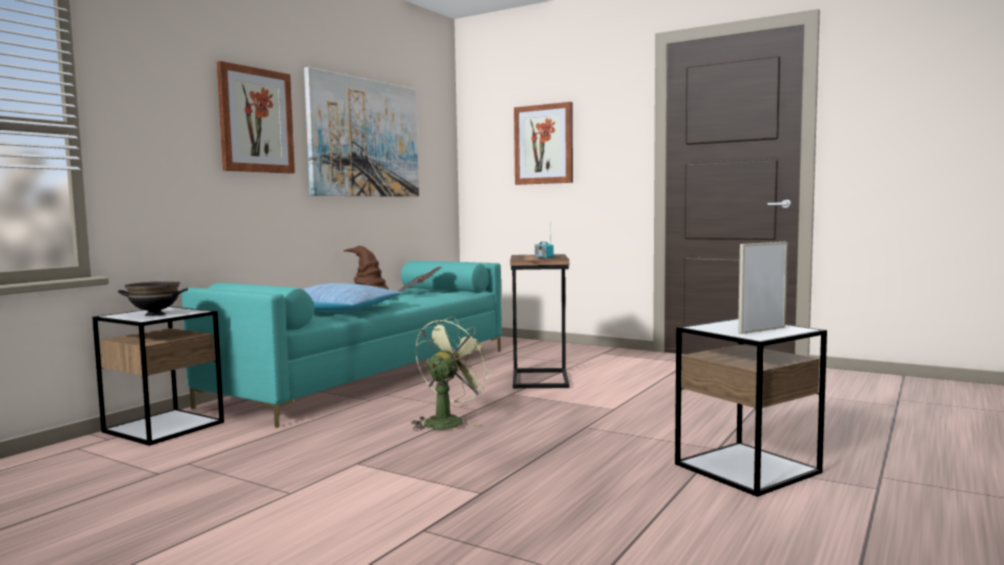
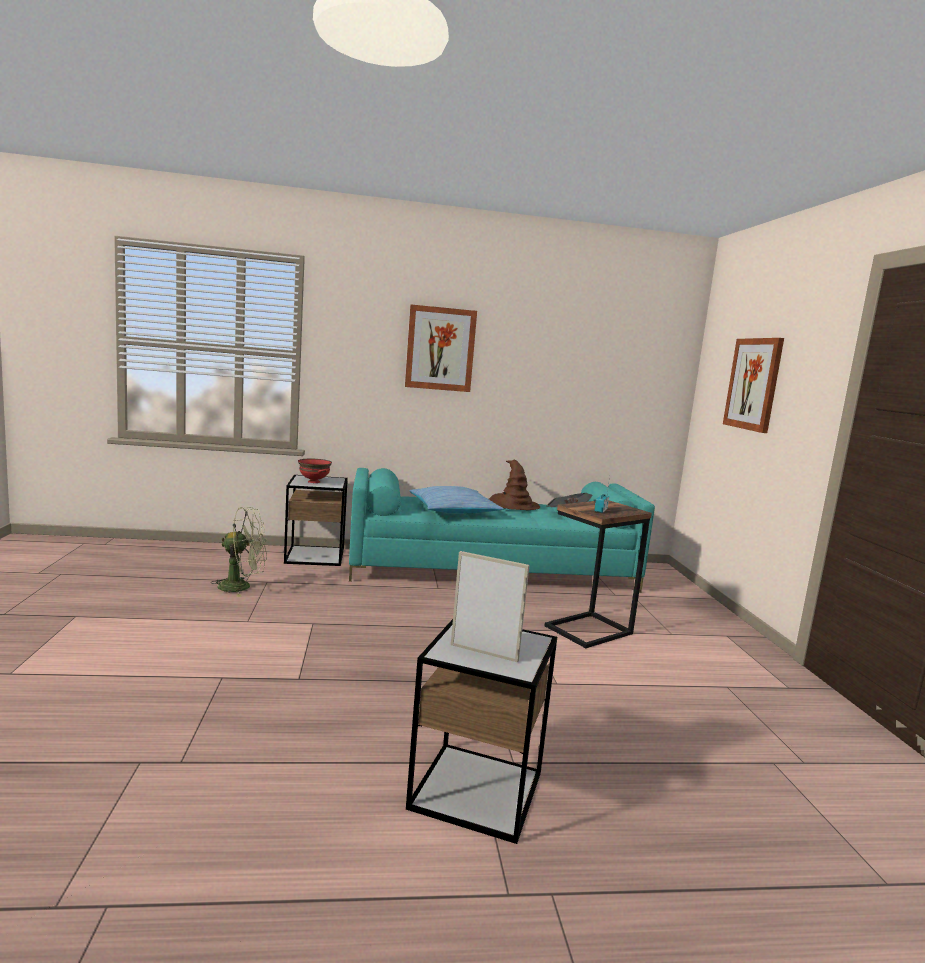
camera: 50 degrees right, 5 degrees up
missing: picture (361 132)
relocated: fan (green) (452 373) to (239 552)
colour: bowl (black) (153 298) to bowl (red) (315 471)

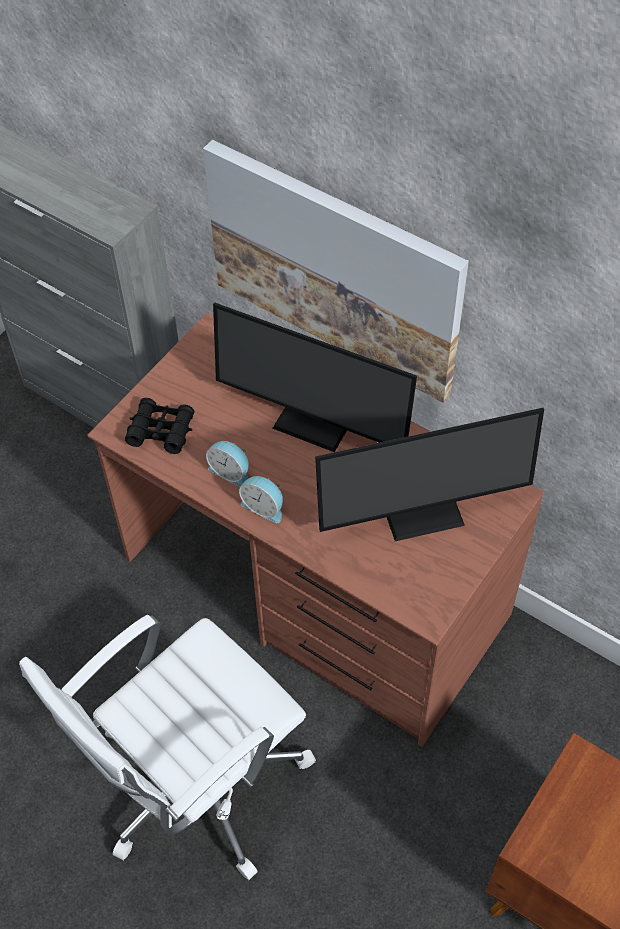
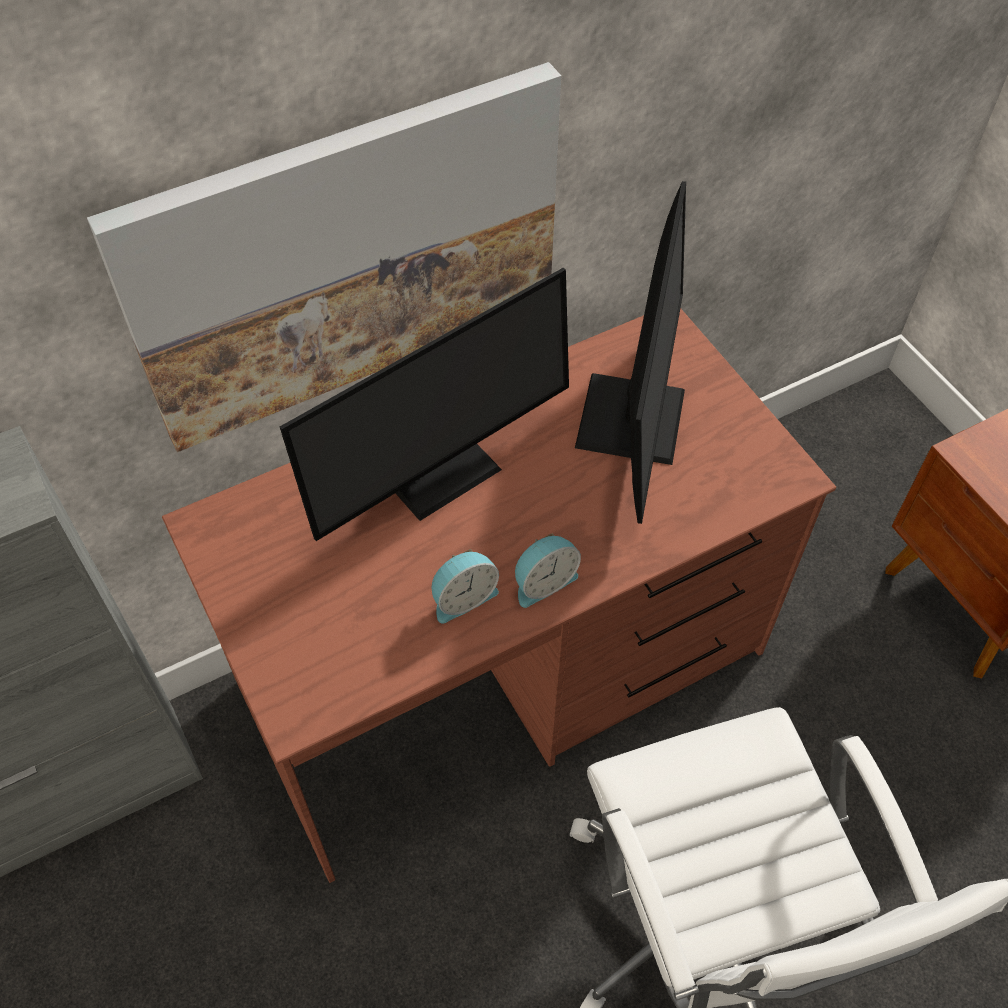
camera: 65 degrees left, 0 degrees up
missing: binoculars (black) (159 426)

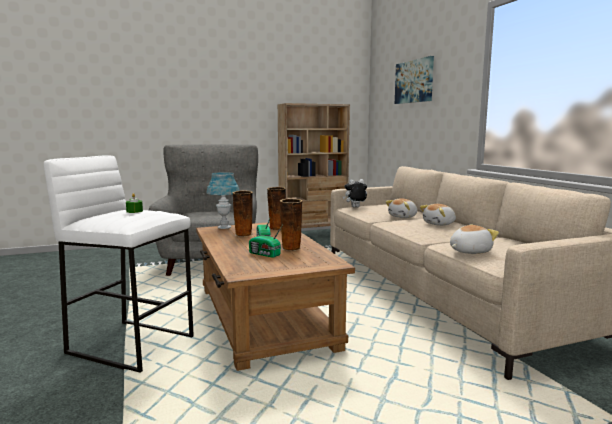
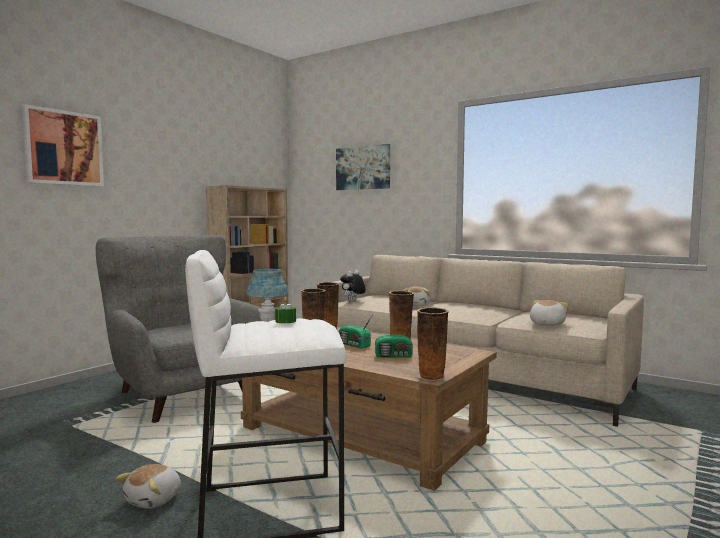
camera: 35 degrees left, 5 degrees down
appeared: picture (63 145); vase (433 344)
relocated: plush toy (438 215) to (148 486)

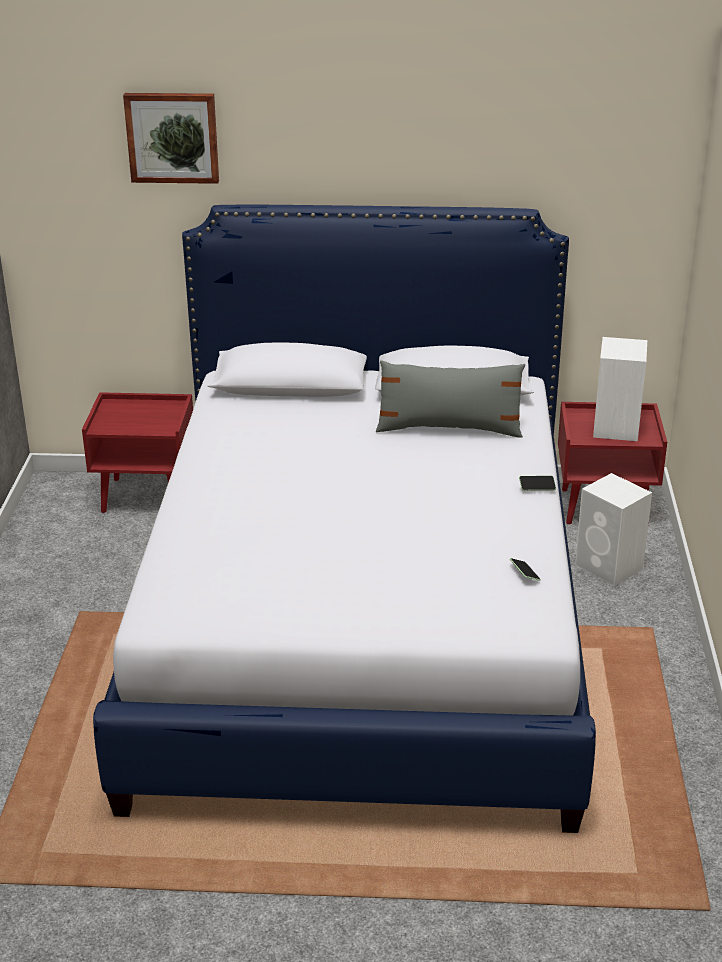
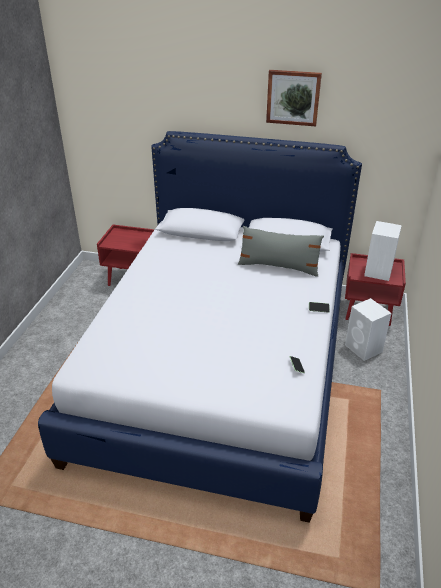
camera: 10 degrees right, 5 degrees up
relocated: picture (171 138) to (294 98)

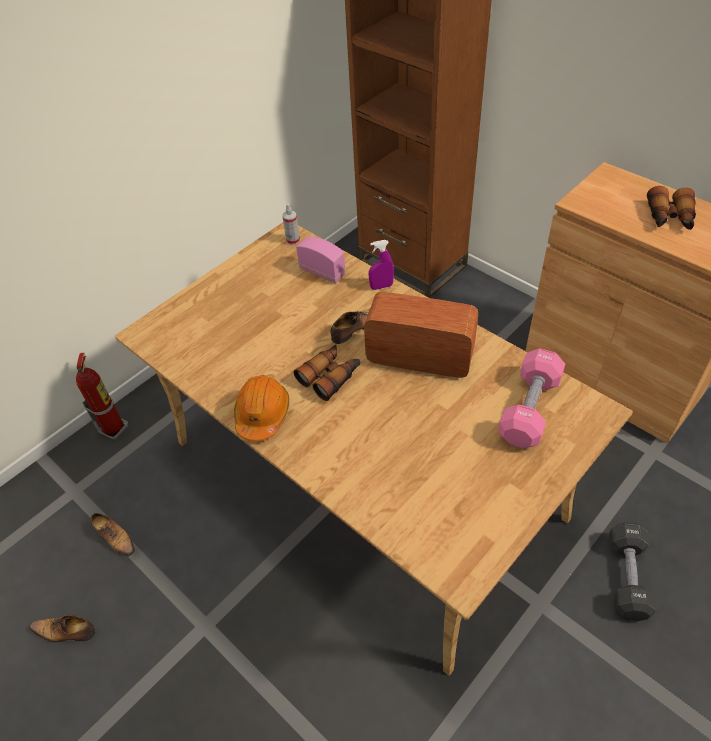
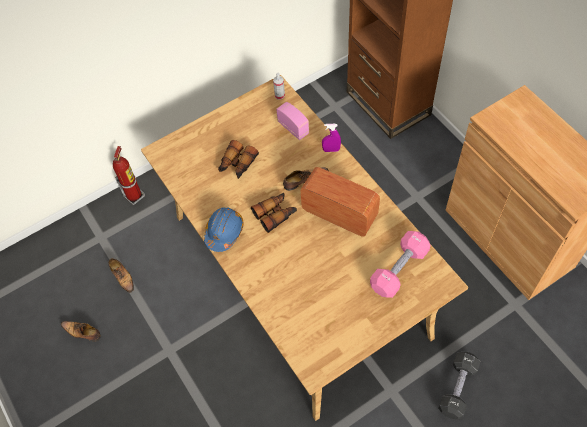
camera: 15 degrees right, 10 degrees up
relocated: binoculars (671 208) to (238 159)
colour: hard hat (orange) (261 408) to hard hat (blue) (224 229)

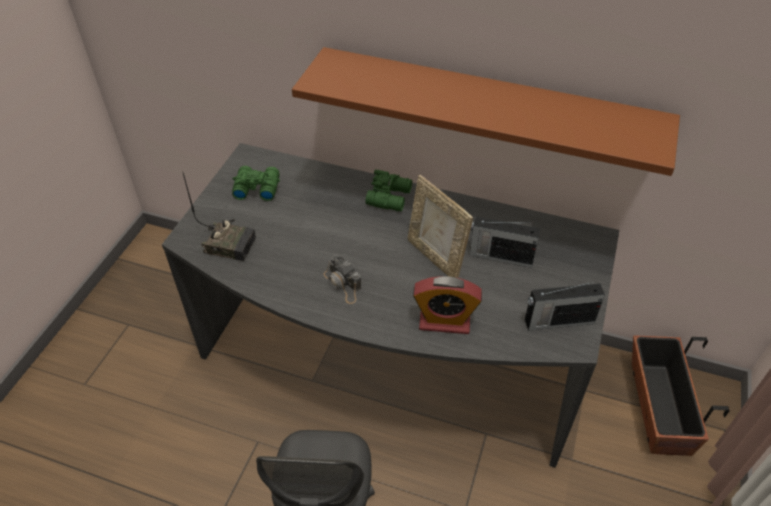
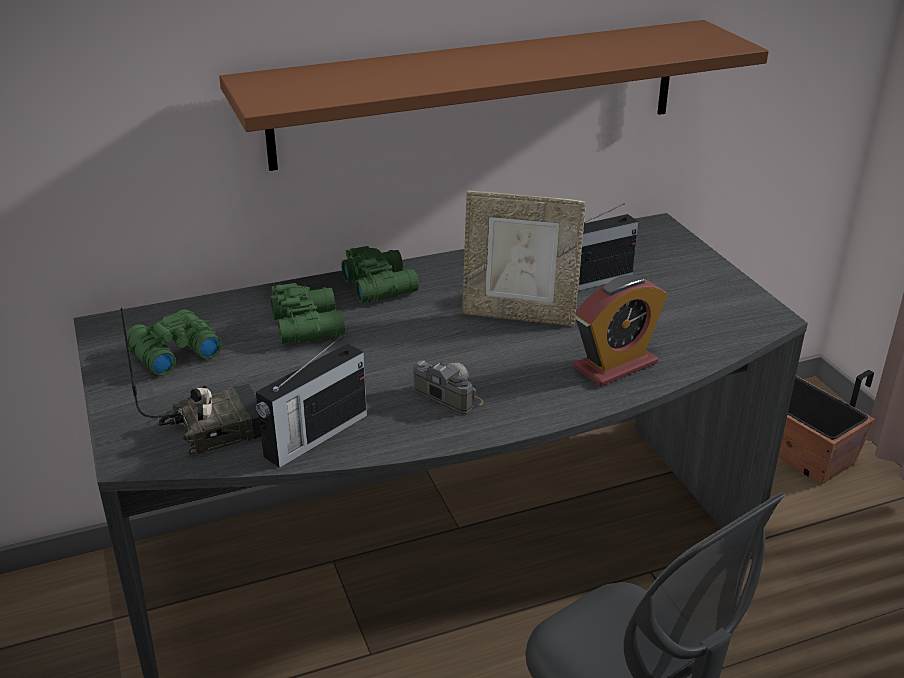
camera: 40 degrees left, 15 degrees down
appeared: binoculars (green) (307 313)
relocated: radio (565 306) to (311 401)
spun: photo camera (343 279) = (448 387) 150 degrees counterclockwise

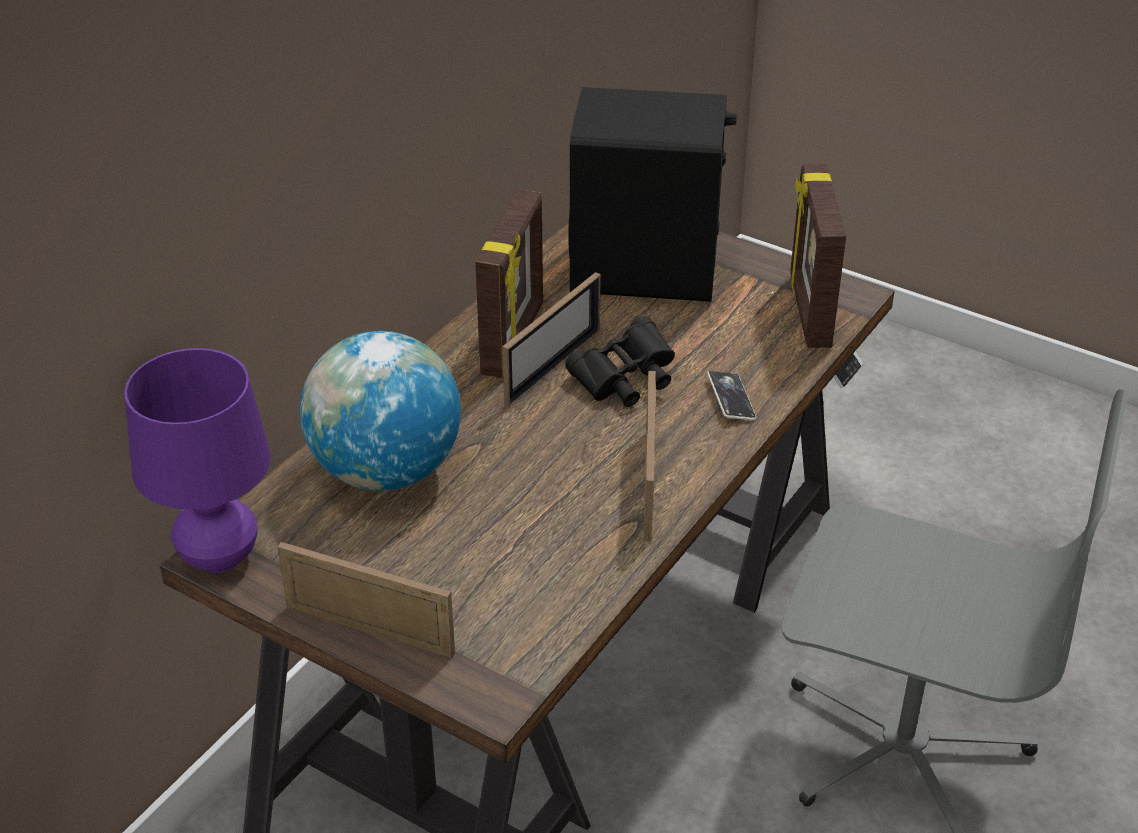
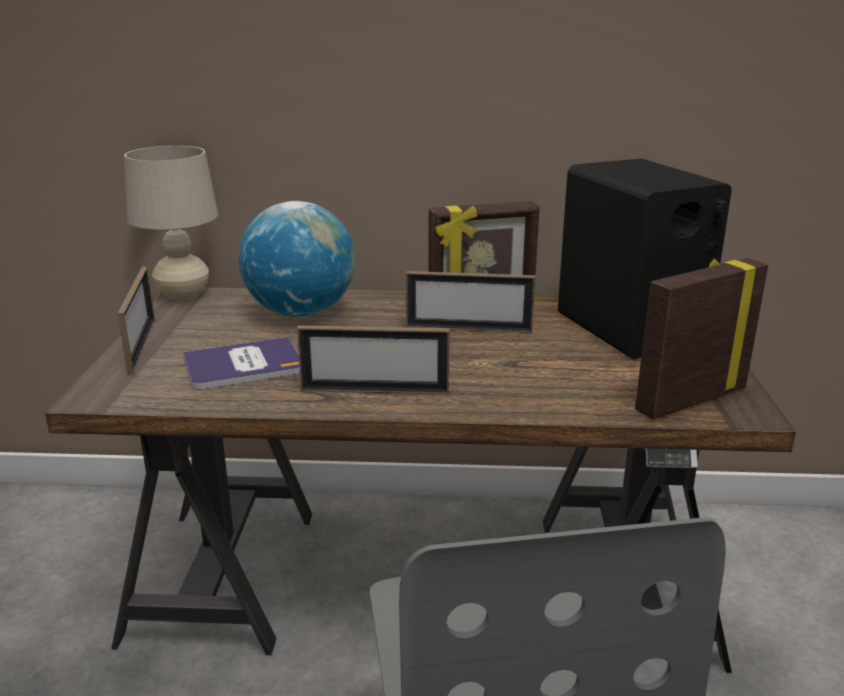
camera: 60 degrees right, 15 degrees down
missing: binoculars (black) (620 361); phone (731 395)
appeared: book (241 363)
colour: table lamp (purple) (197 460) to table lamp (beige) (171 223)
spun: picture frame (650 456) = (373 360) 150 degrees counterclockwise

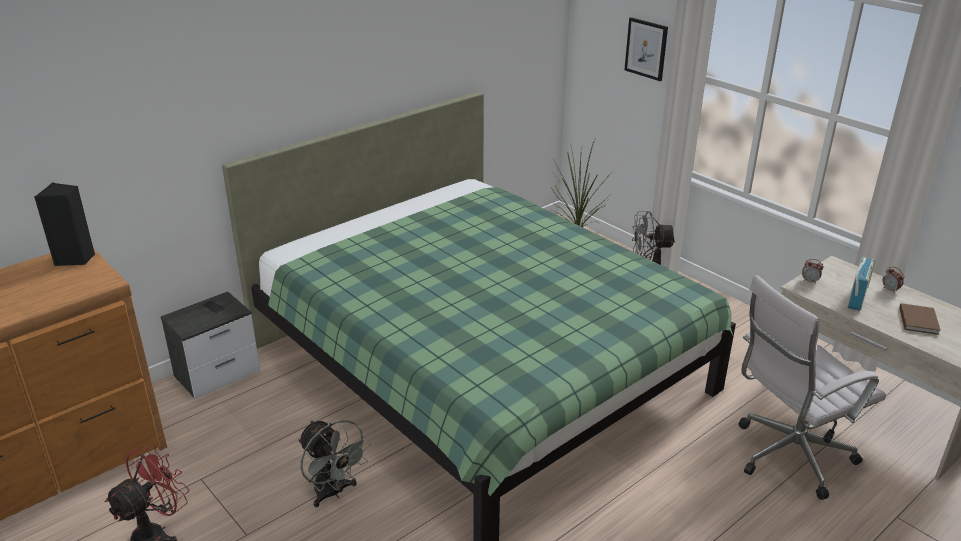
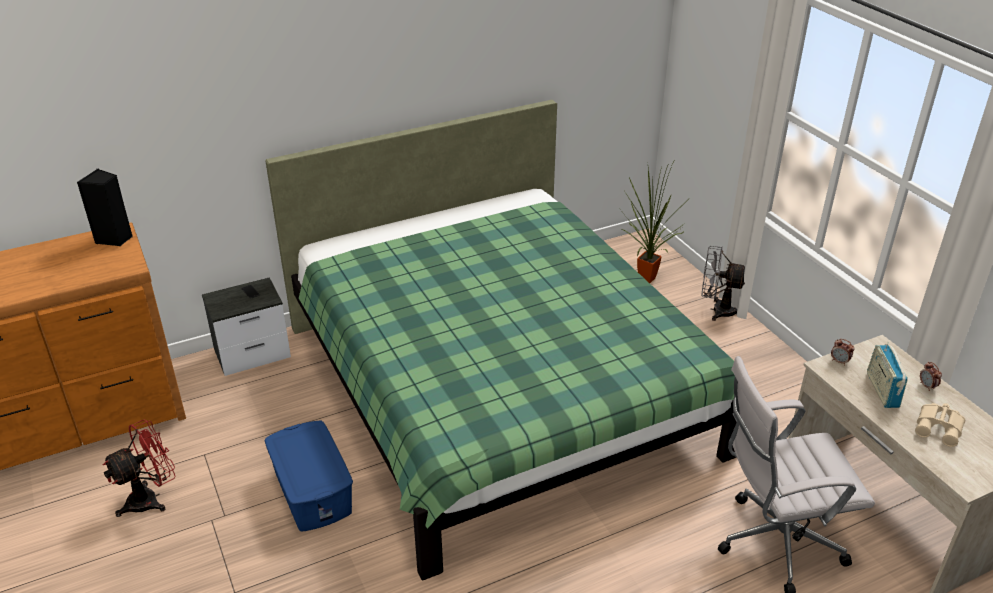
camera: 15 degrees right, 5 degrees up
missing: picture (646 49)
exchanged: fan (grey) (334 463) to storage box (blue) (309 476); book (brown) (920 319) to binoculars (beige) (940 425)
spun: radio (861 284) = (887 375) 135 degrees clockwise

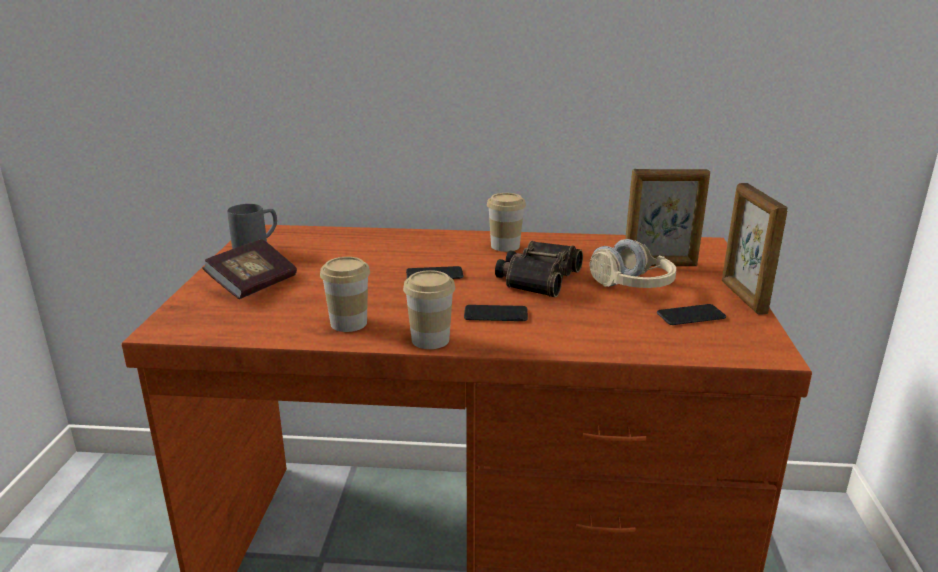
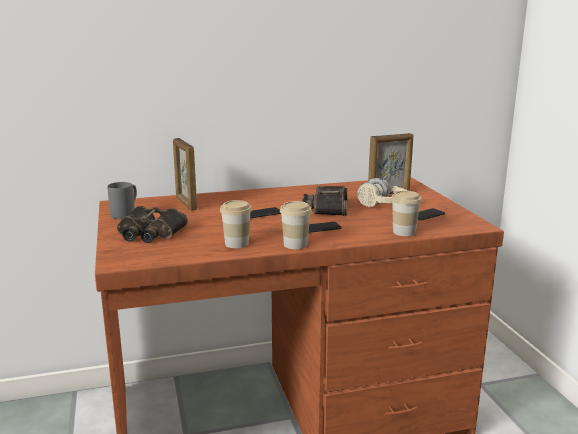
camera: 20 degrees left, 5 degrees down
relocated: cup (506 222) to (406 213); picture frame (755 249) to (185 174)
exchanged: book (249 269) to binoculars (152 224)

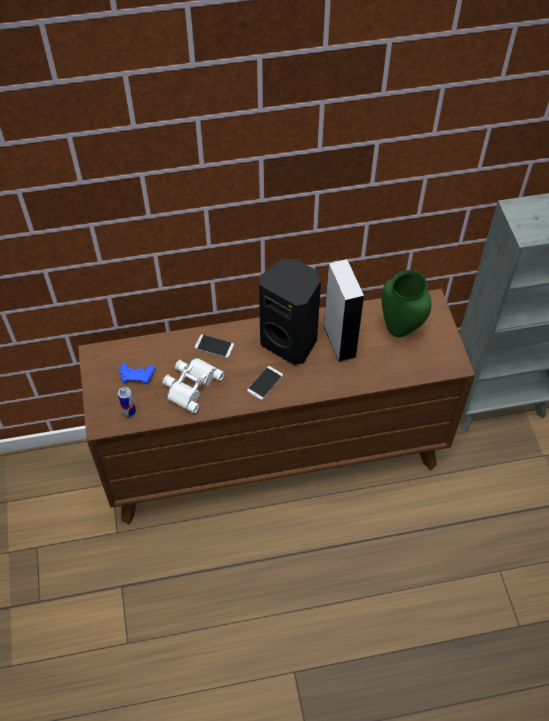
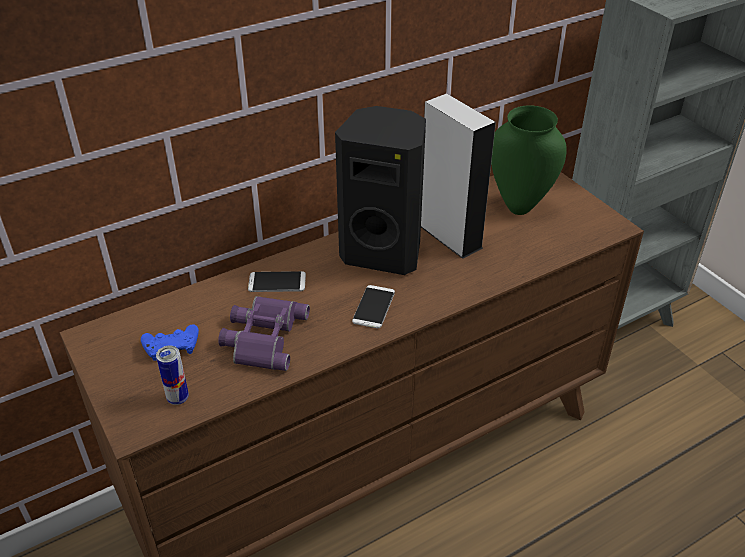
camera: 20 degrees left, 15 degrees down
colour: binoculars (white) (193 386) to binoculars (purple) (264 333)

